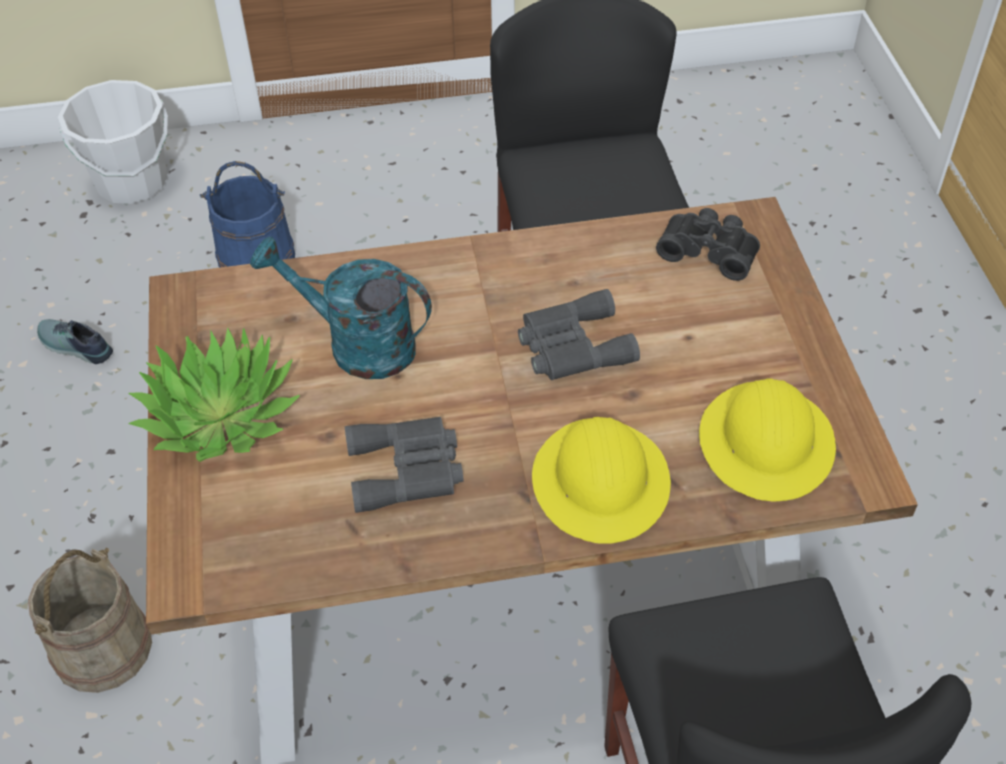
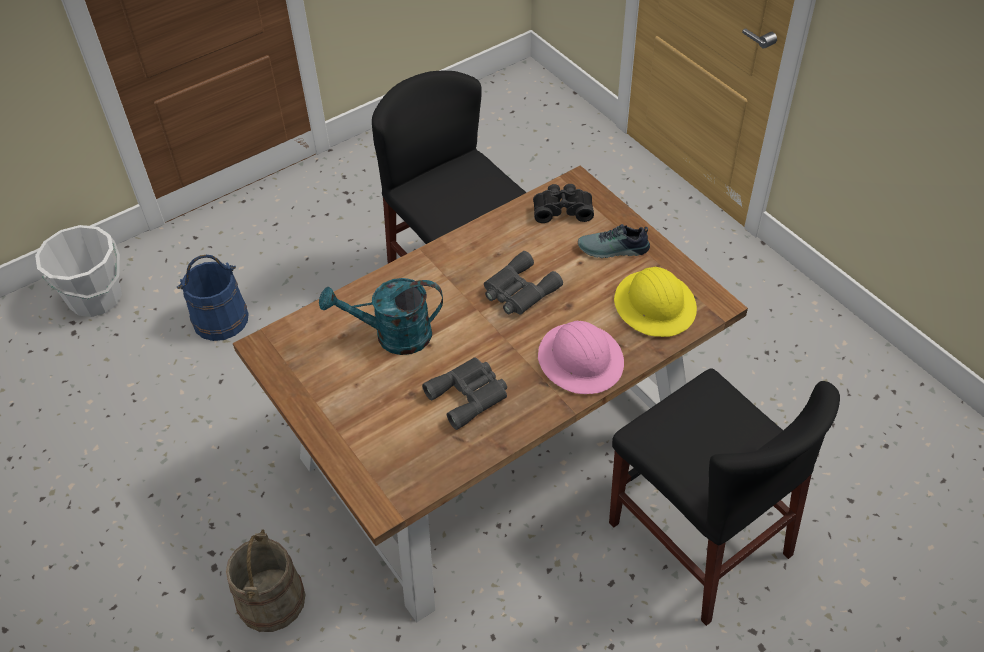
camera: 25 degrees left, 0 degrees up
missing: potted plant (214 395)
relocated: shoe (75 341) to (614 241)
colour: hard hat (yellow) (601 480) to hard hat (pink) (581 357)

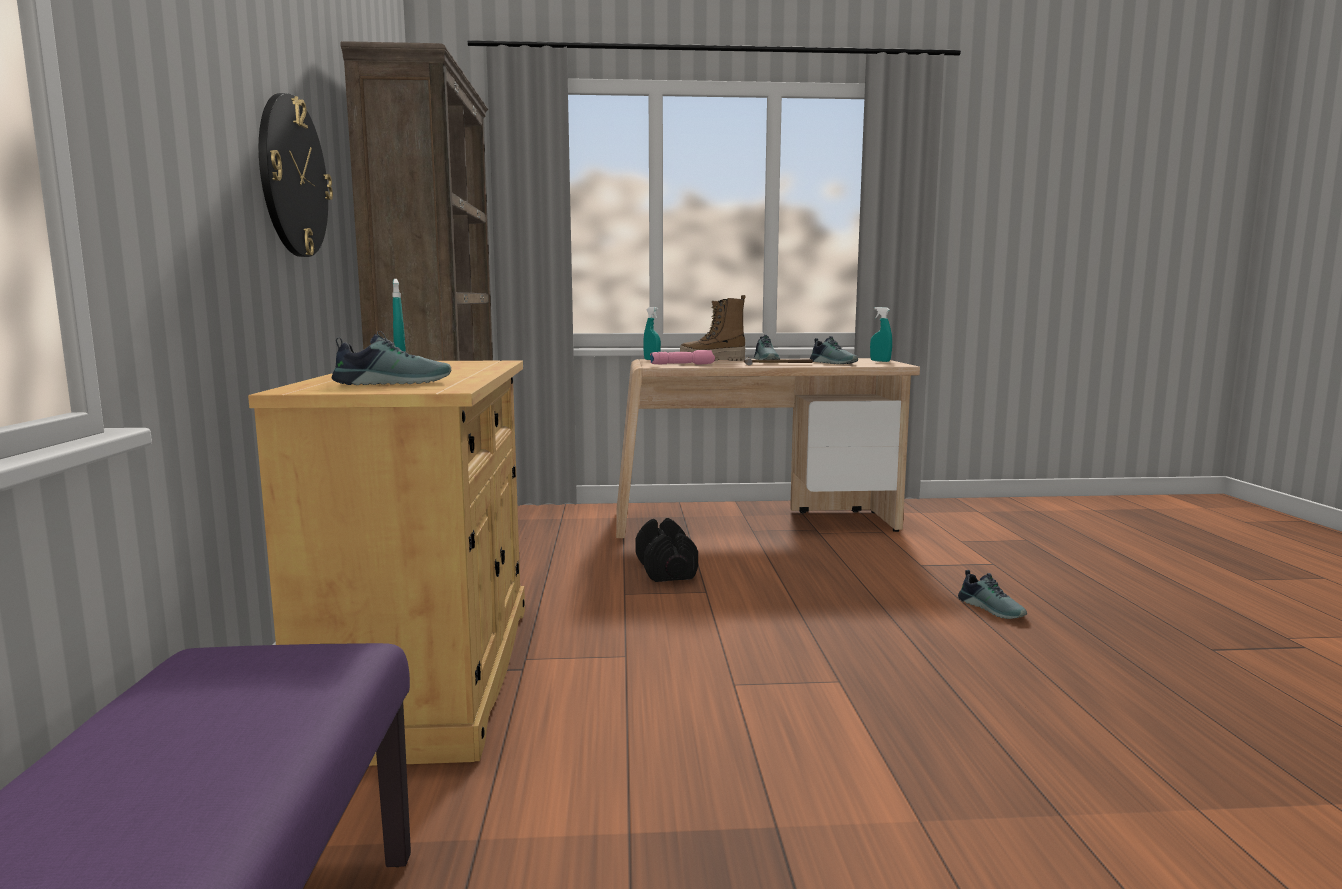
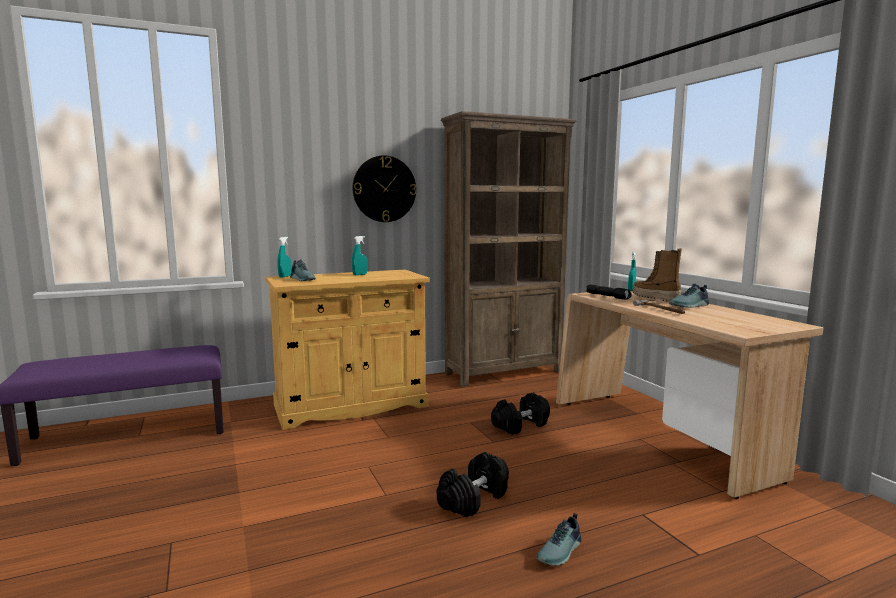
camera: 70 degrees right, 0 degrees up
missing: shoe (834 350)
appeared: dumbbell (black) (473 484)
relocated: spray bottle (turquoise) (881 334) to (284 257)
colour: flashlight (pink) (682 357) to flashlight (black) (609 292)

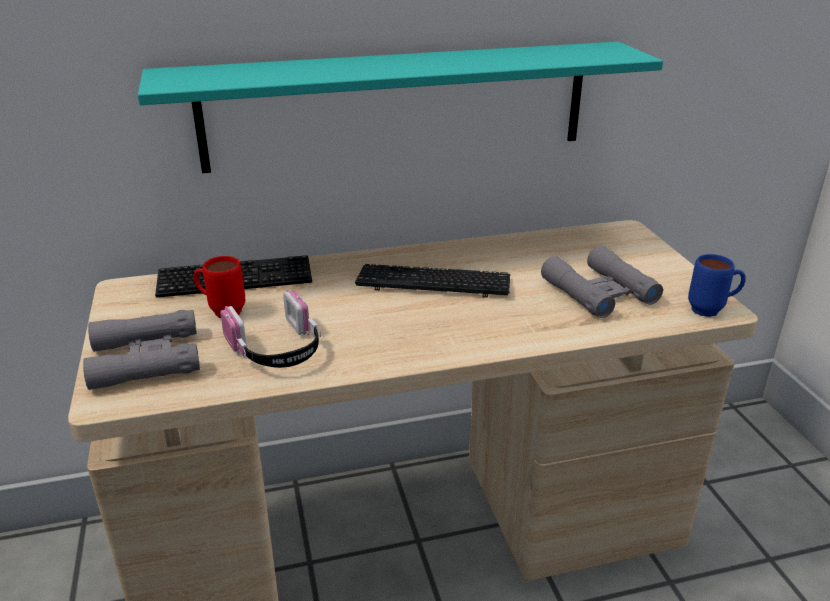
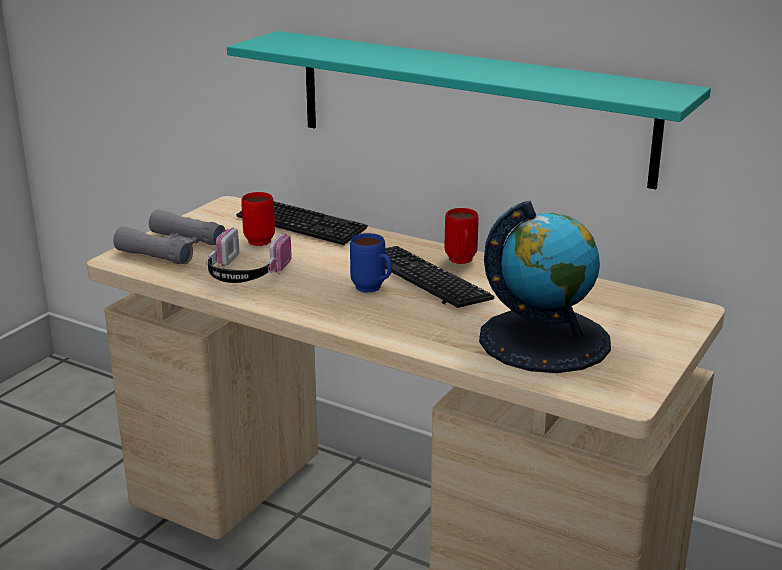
camera: 45 degrees right, 5 degrees down
appeared: mug (red) (462 236)
relocated: mug (blue) (717 285) to (371 263)
exchanged: binoculars (grey) (602 282) to globe (545 287)

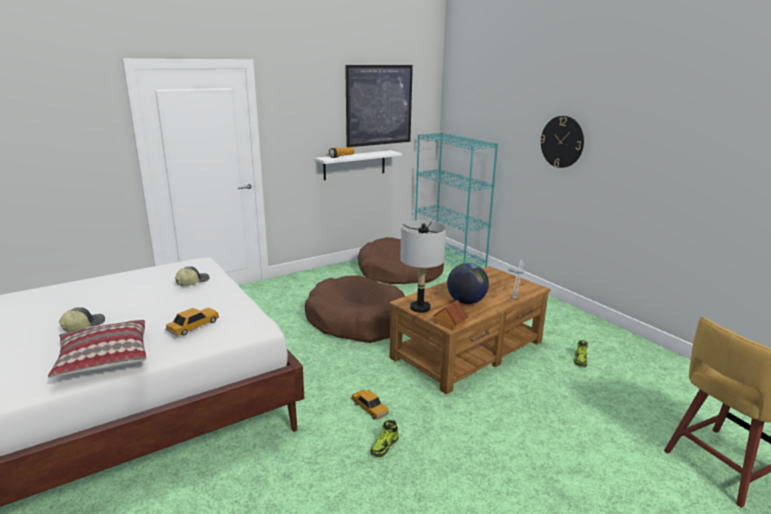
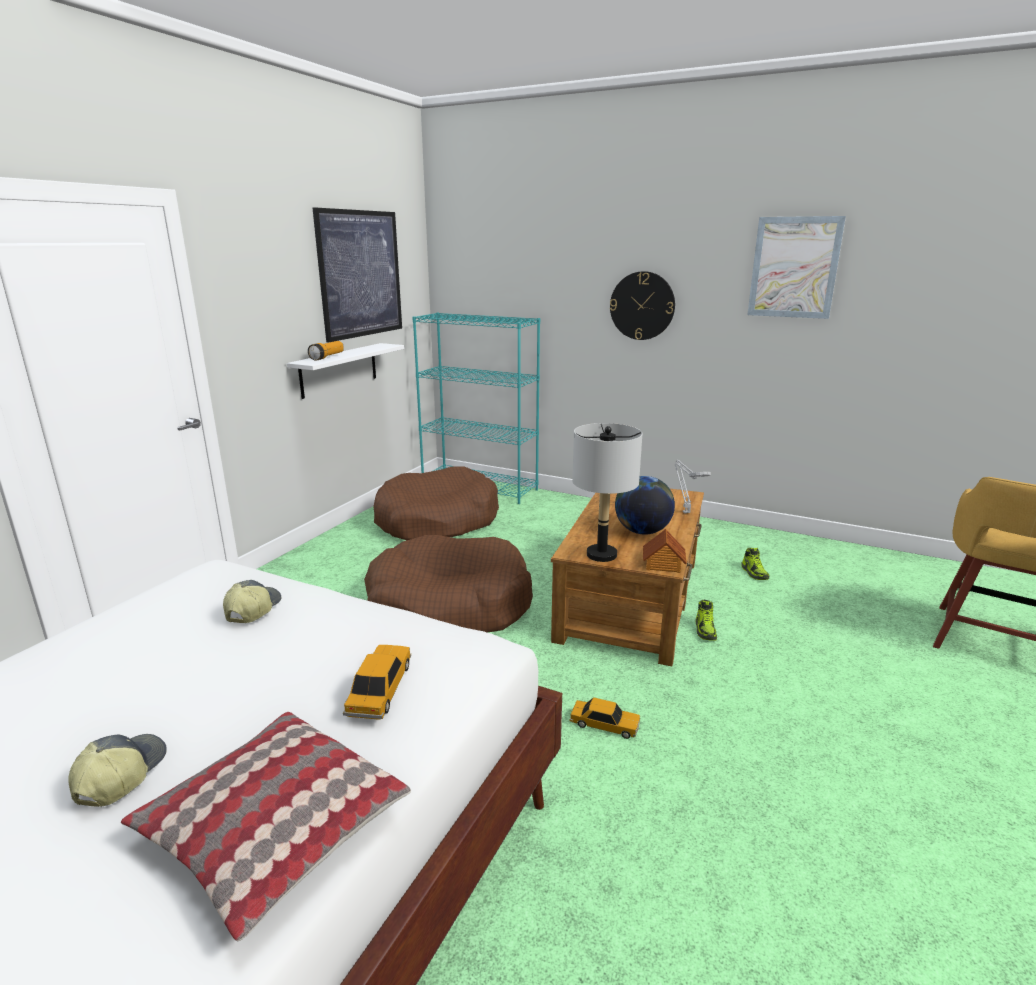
camera: 30 degrees left, 0 degrees up
appeared: picture (796 267)
relocated: shoe (384 439) to (706 620)

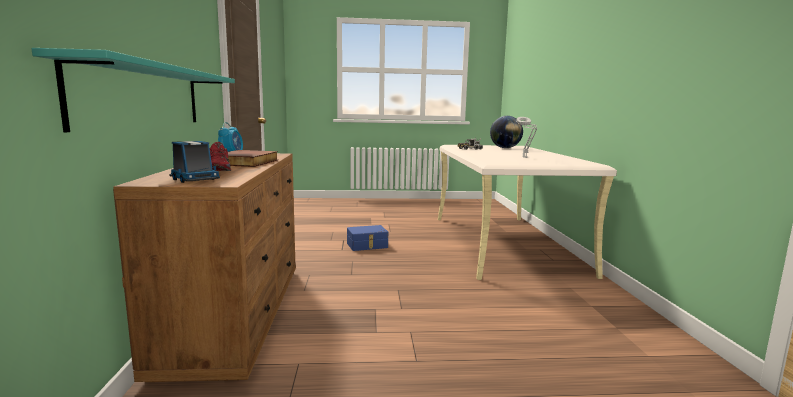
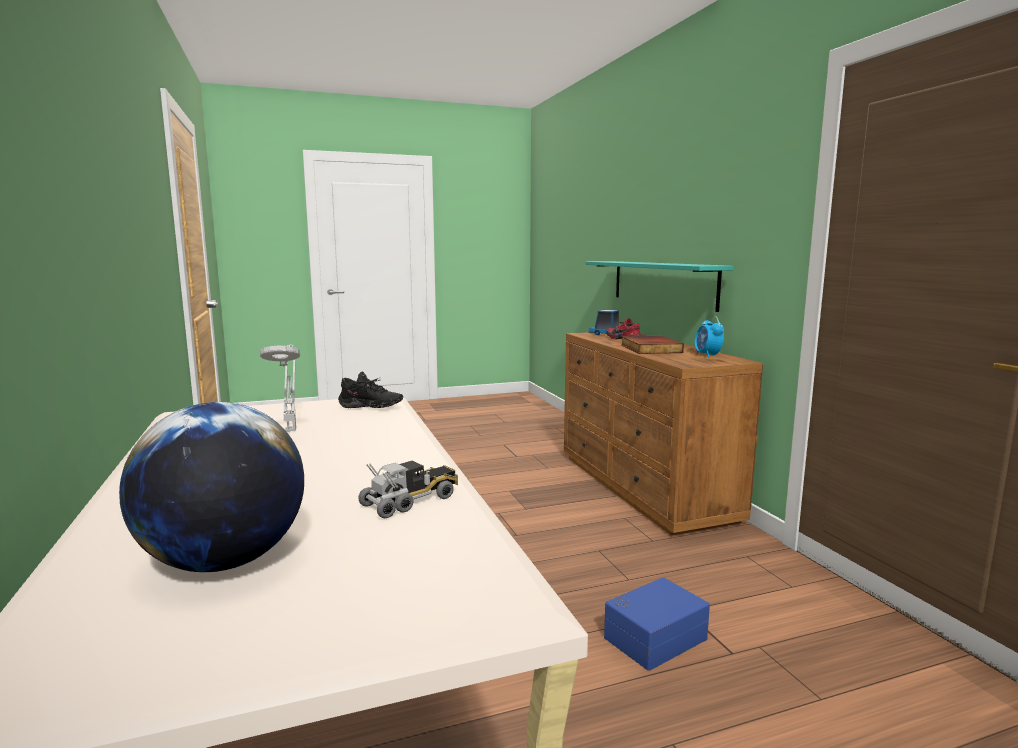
camera: 165 degrees right, 0 degrees up
appeared: shoe (black) (370 390)

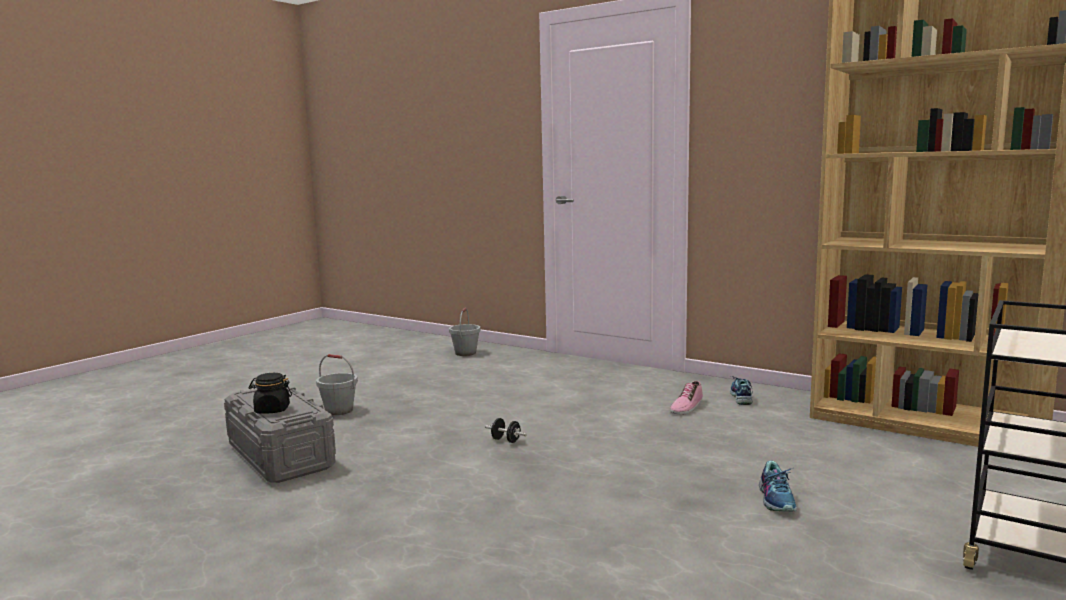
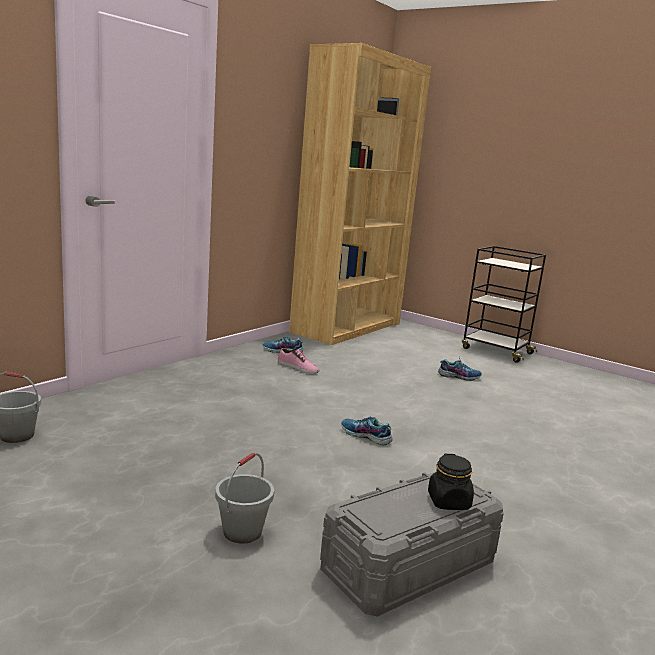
camera: 90 degrees left, 5 degrees up
exchanged: dumbbell (black) (505 430) to shoe (366 431)

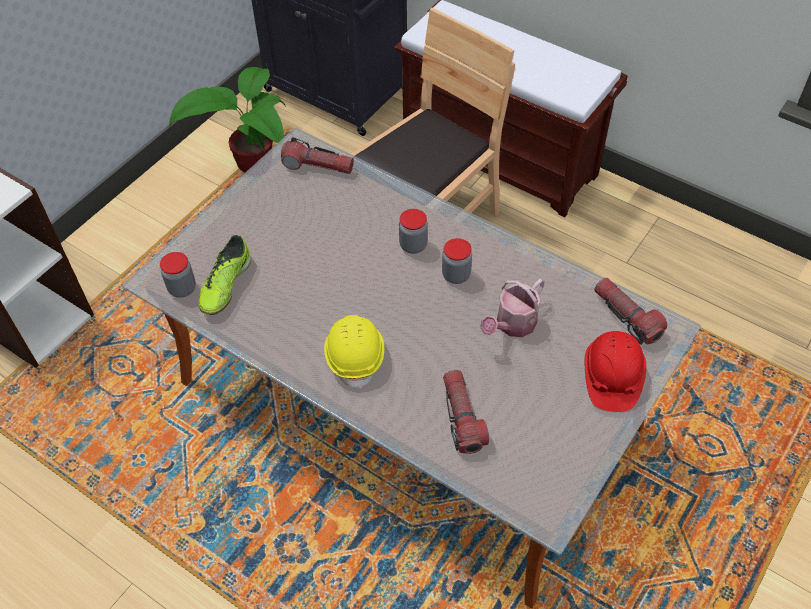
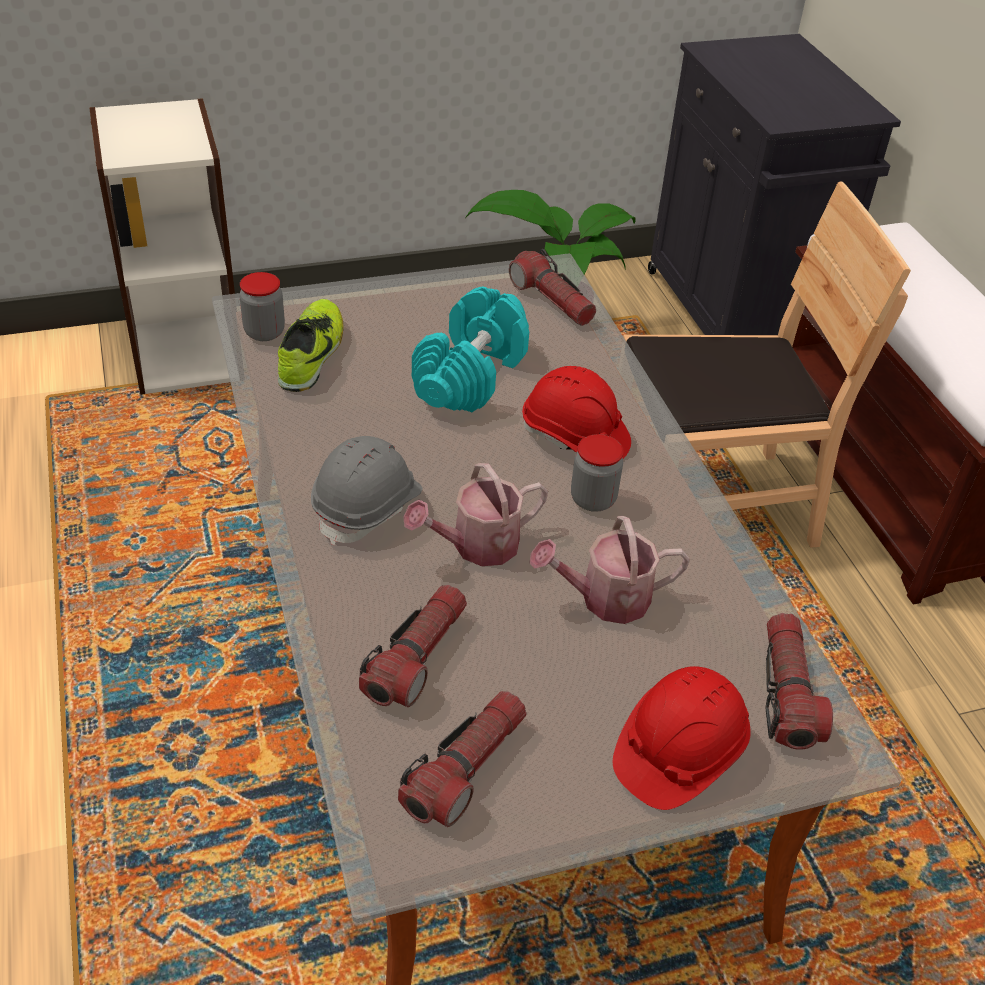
camera: 35 degrees right, 10 degrees down
appeared: flashlight (462 759); watering can (475 514); dumbbell (turquoise) (470 349)
exchanged: jar (413 231) to hard hat (red) (576 412)
colour: hard hat (yellow) (354 352) to hard hat (grey) (366 490)
spun: shoe (225 275) = (310 345) 135 degrees clockwise

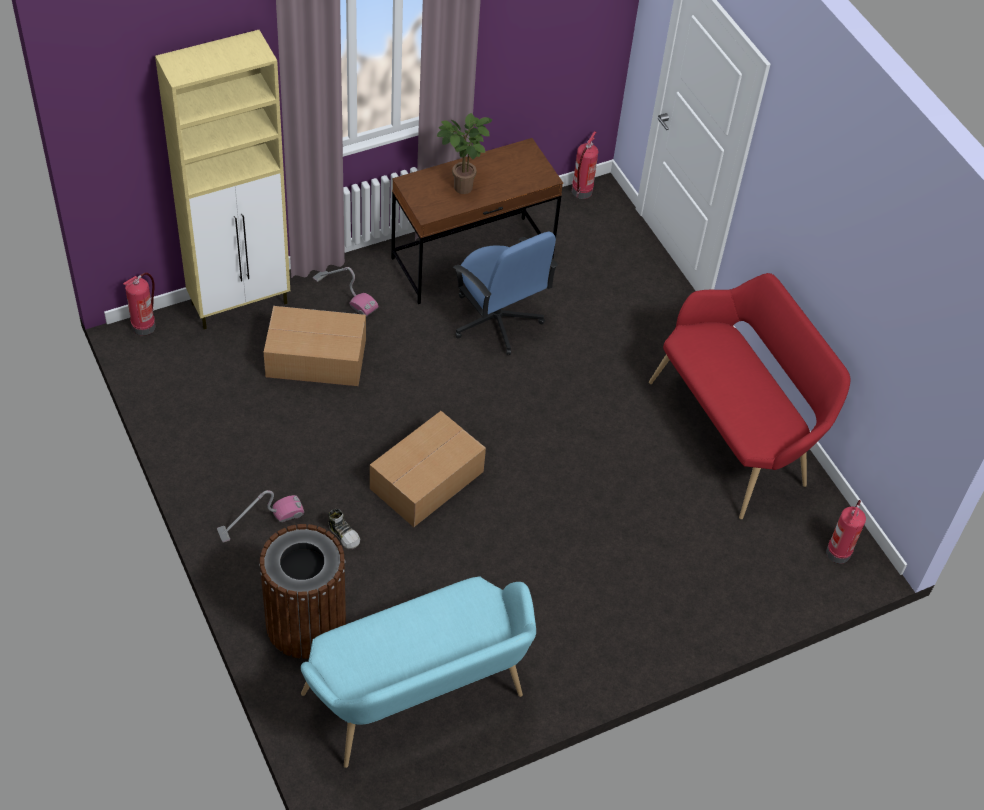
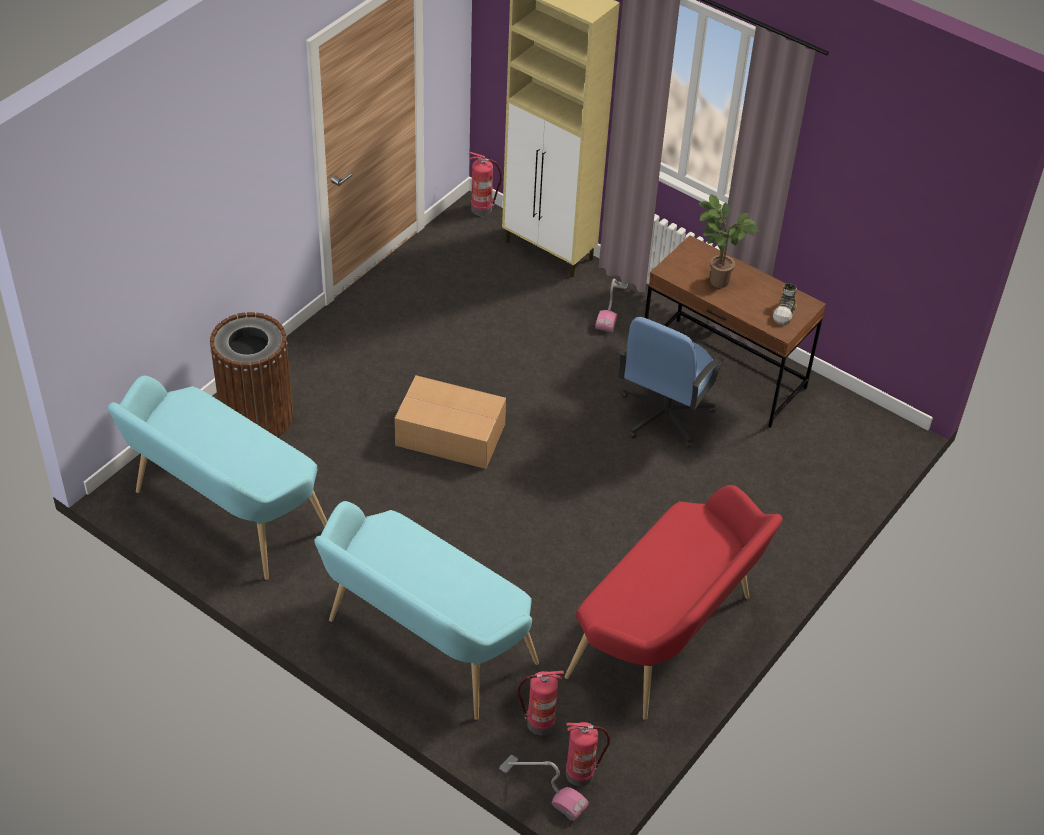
camera: 65 degrees right, 5 degrees down
missing: cardboard box (315 346)
appeared: bench (turquoise) (426 610)
relocated: vacuum cleaner (260 516) to (544 788); shoe (344 529) to (785 304); fire extinguisher (585 165) to (540 703)

